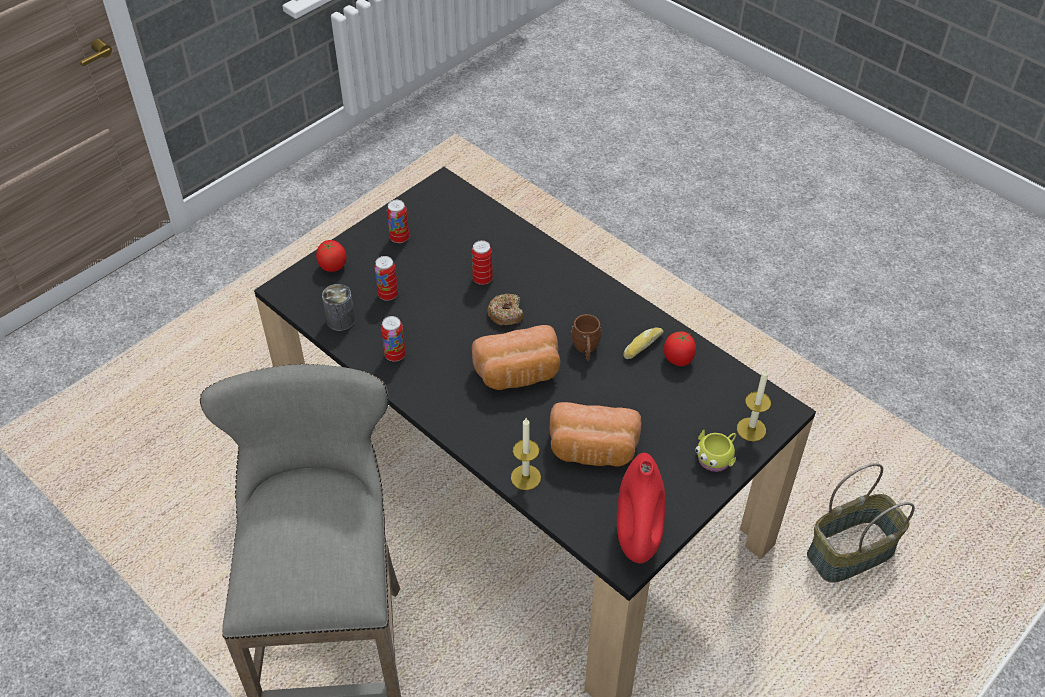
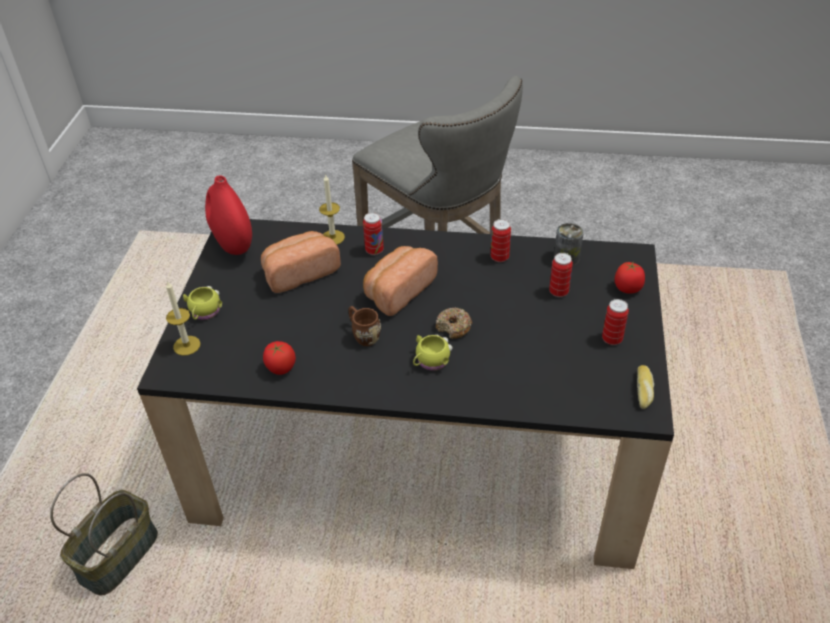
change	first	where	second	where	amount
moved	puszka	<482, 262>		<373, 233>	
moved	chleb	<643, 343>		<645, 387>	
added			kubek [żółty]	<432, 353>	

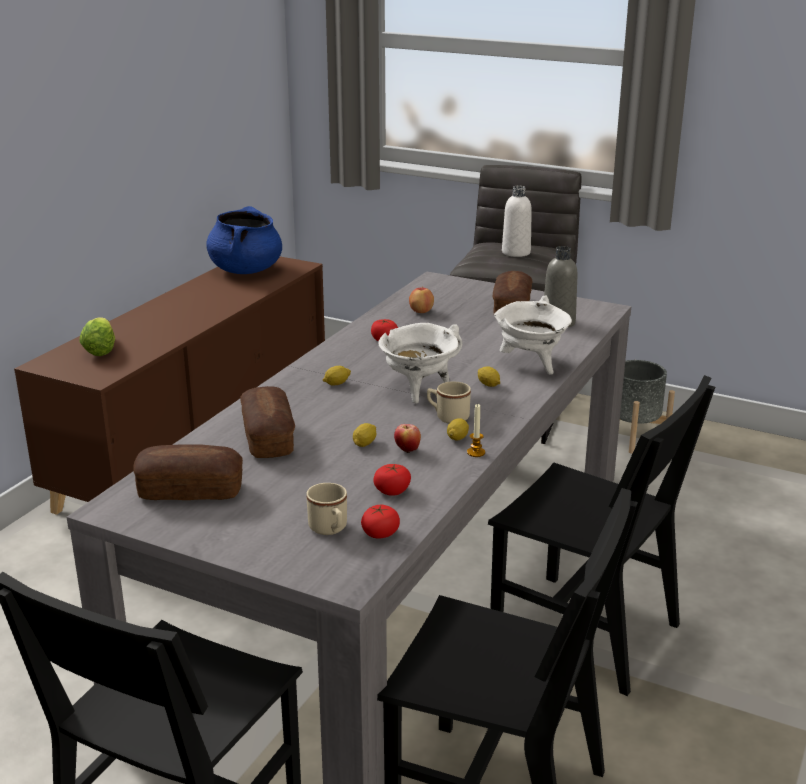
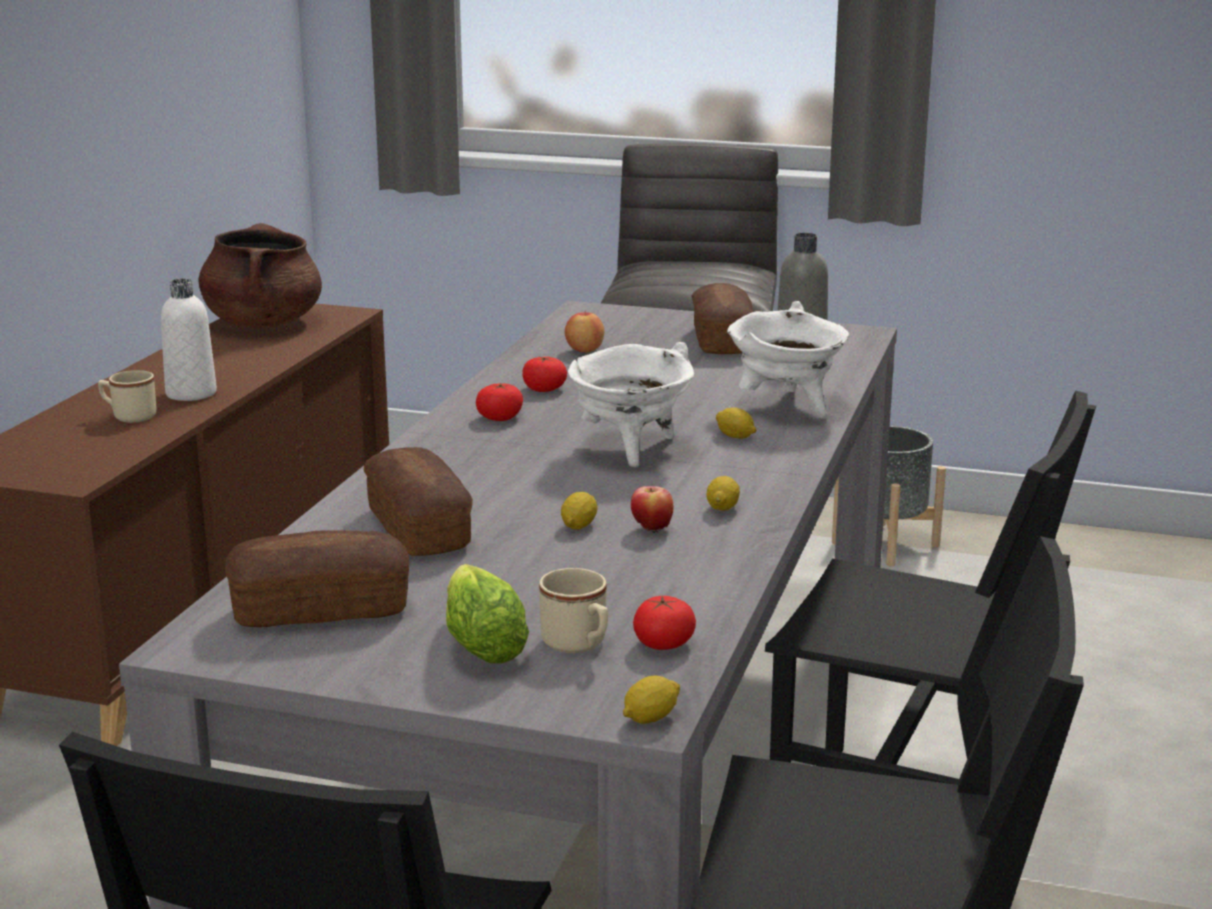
change	first	where	second	where	amount
moved	sałata	<97, 336>		<487, 614>	
recoloured	garnek [niebieski]	<244, 240>	garnek [brązowy]	<260, 275>	
moved	cytryna	<337, 376>		<651, 699>	
moved	pomidor	<392, 480>		<499, 402>	
moved	kubek [beżowy]	<449, 403>		<127, 396>	
removed	świeca	<476, 430>			
moved	butelka [biały]	<517, 221>		<189, 339>	

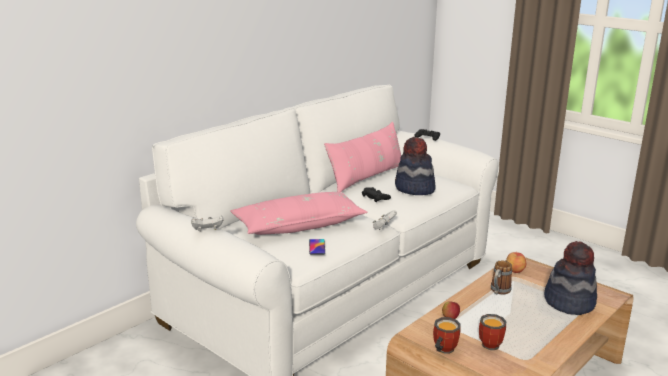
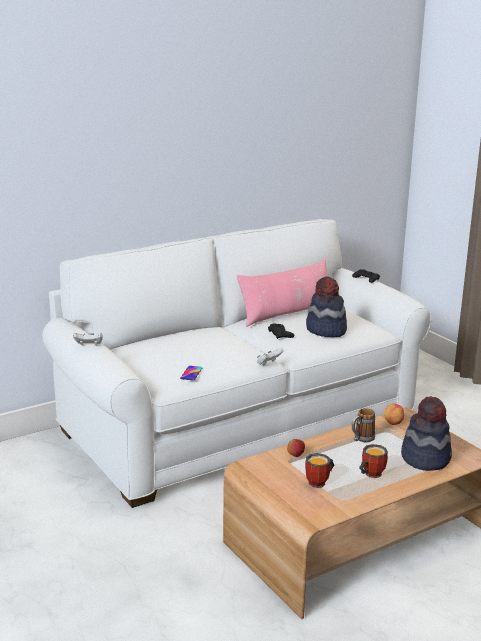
change	first	where	second	where	amount
removed	poduszka [różowy]	<298, 213>			
moved	kubek	<447, 335>		<373, 461>	

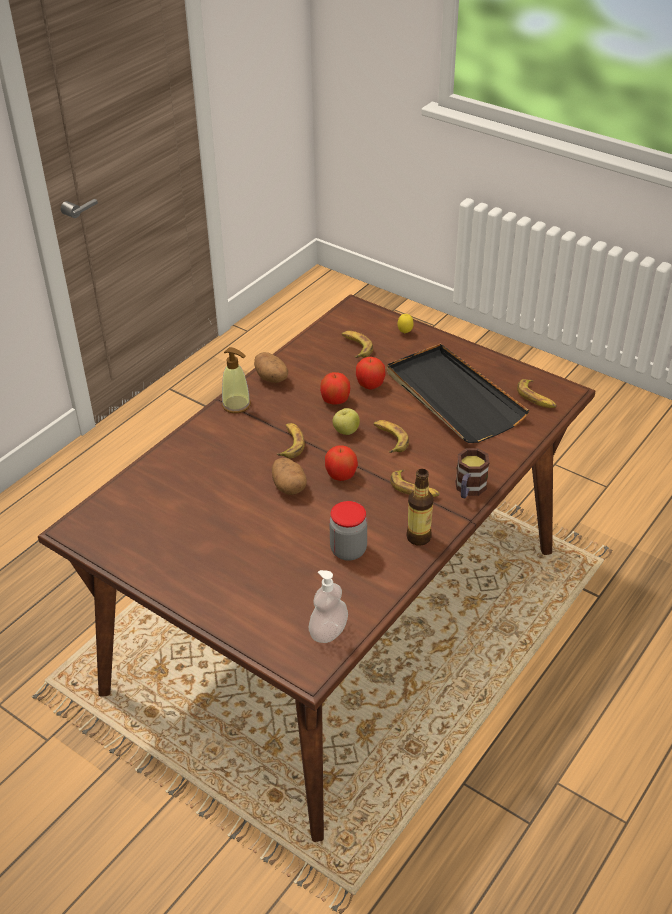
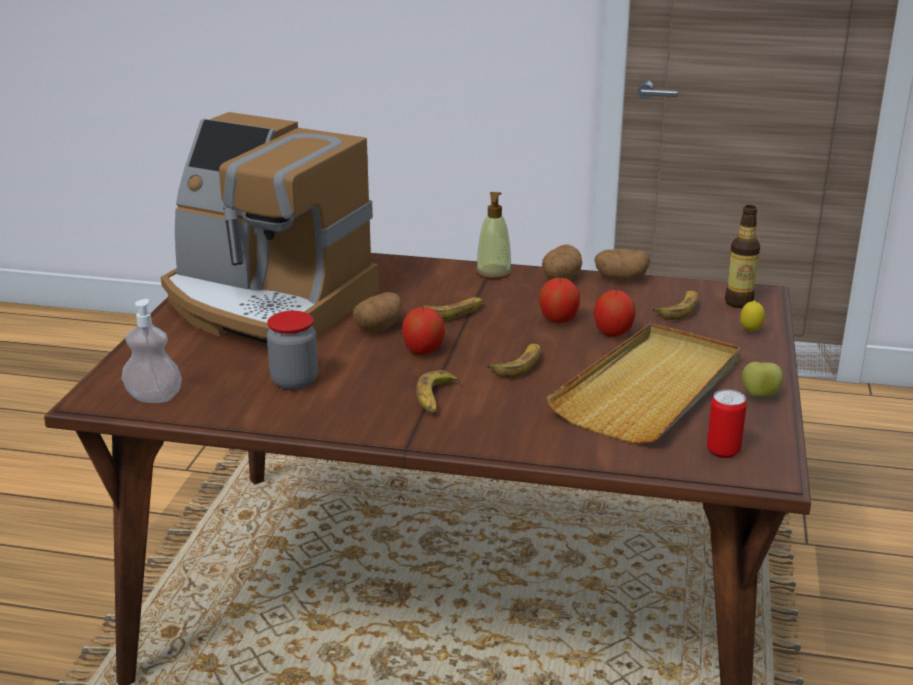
change	first	where	second	where	amount
moved	jabłko	<346, 421>		<762, 379>	
recoloured	taca [czarny]	<458, 393>	taca [beżowy]	<643, 383>	
moved	butelka	<419, 507>		<742, 256>	
removed	kubek	<472, 473>			
replaced	banan	<537, 393>	puszka	<727, 423>	
added			ekspres do kawy	<270, 227>	
added			ziemniak	<622, 265>	

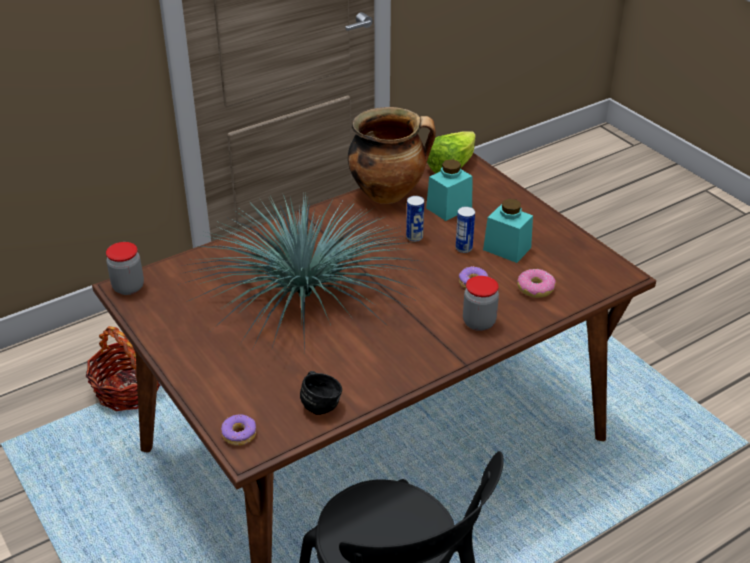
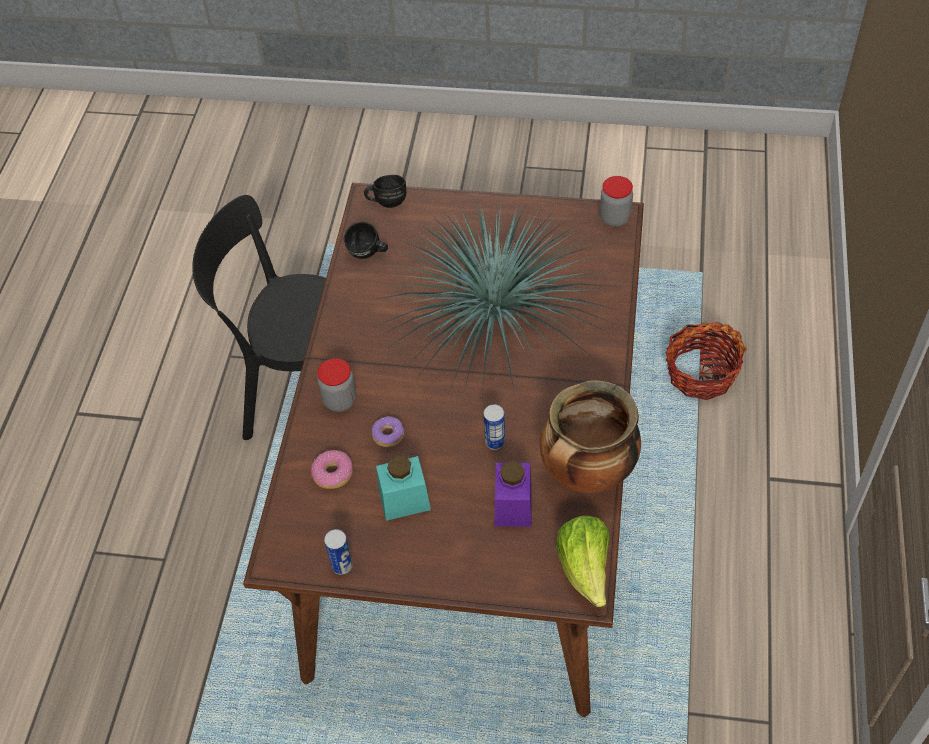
change	first	where	second	where	amount
replaced	donut	<238, 430>	kubek [czarny]	<385, 191>	
recoloured	słoik [turkusowy]	<449, 190>	słoik [fioletowy]	<513, 494>	
moved	puszka	<465, 229>		<338, 552>	

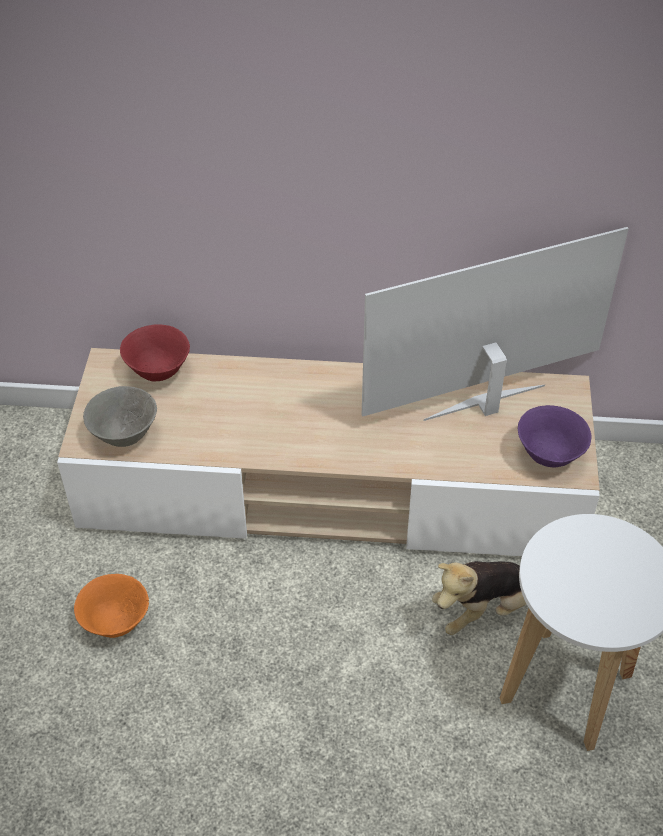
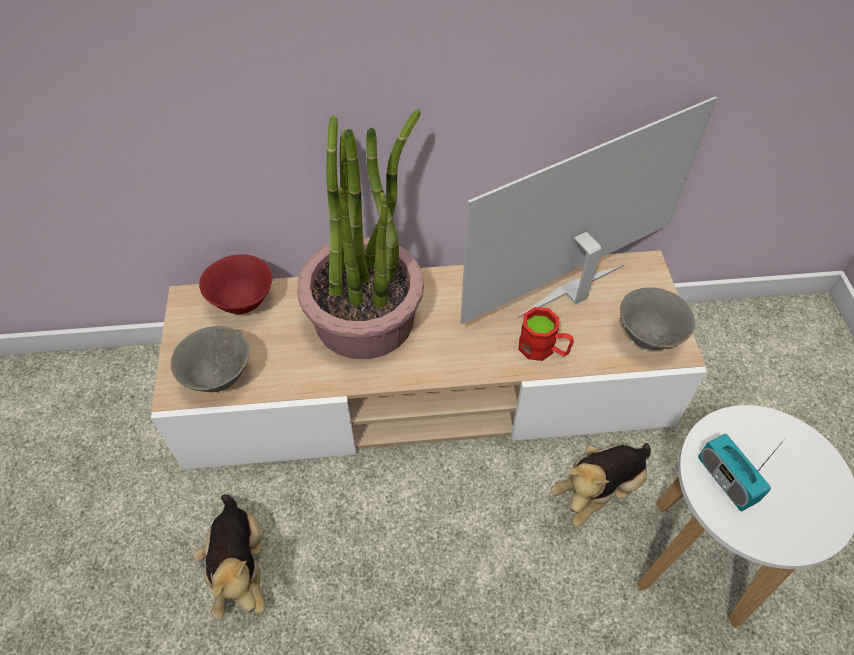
change	first	where	second	where	amount
replaced	miska [pomarańczowy]	<111, 606>	pluszak	<230, 557>	
recoloured	miska [fioletowy]	<555, 436>	miska [szary]	<657, 319>	
added			roślina doniczkowa	<360, 234>	
added			kubek [czerwony]	<546, 334>	
added			radio	<741, 472>	

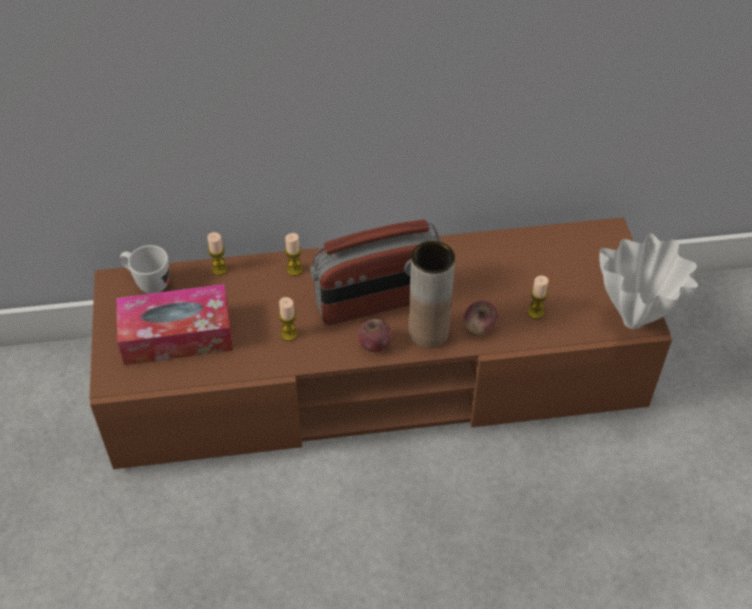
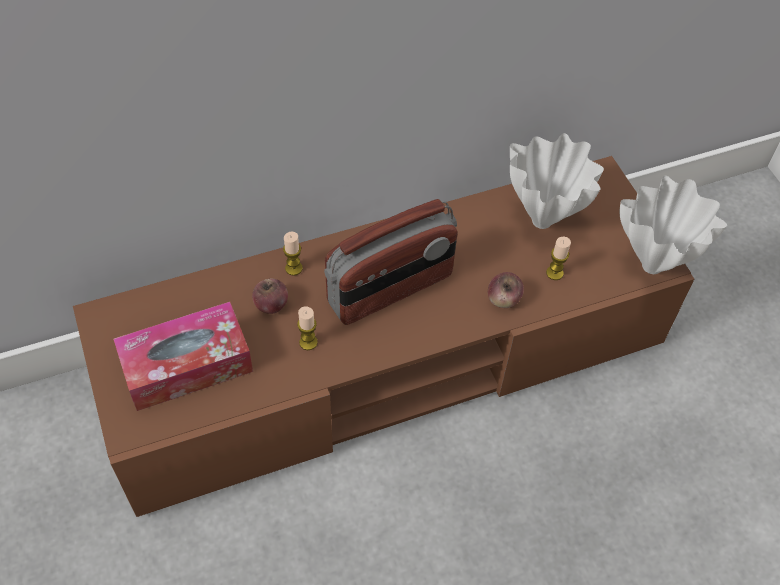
change	first	where	second	where	amount
removed	kubek [biały]	<144, 269>			
removed	świeca	<217, 253>			
moved	jabłko	<375, 335>		<270, 296>	
removed	wazon [brązowy]	<431, 294>			
added			wazon [biały]	<557, 181>	

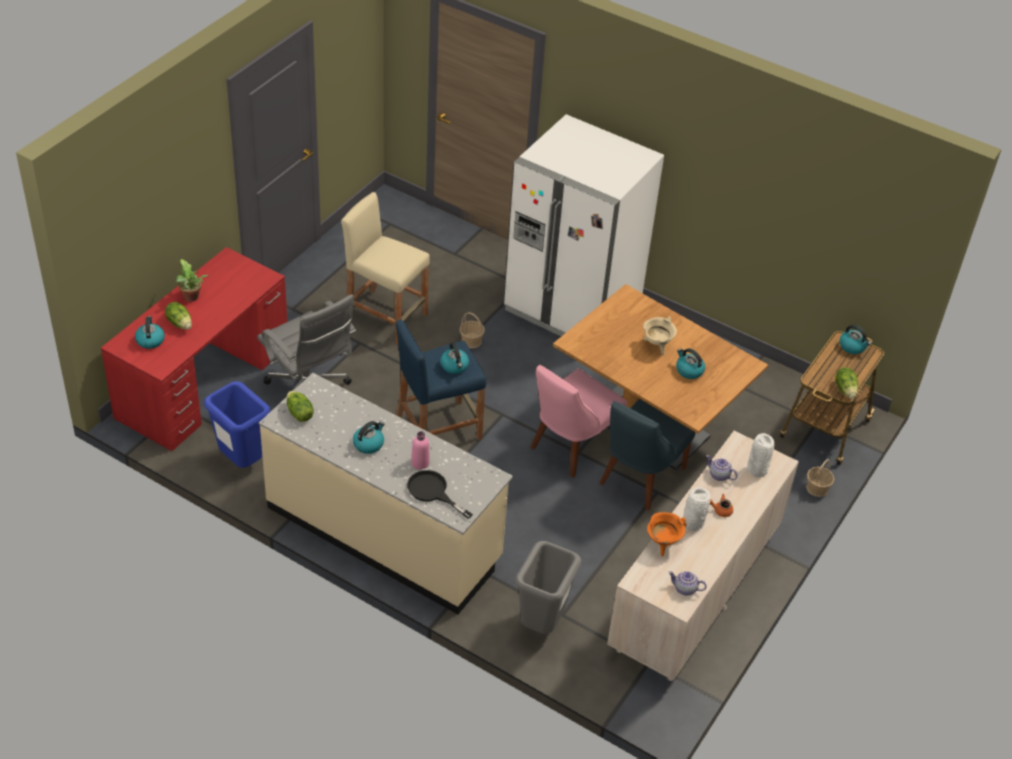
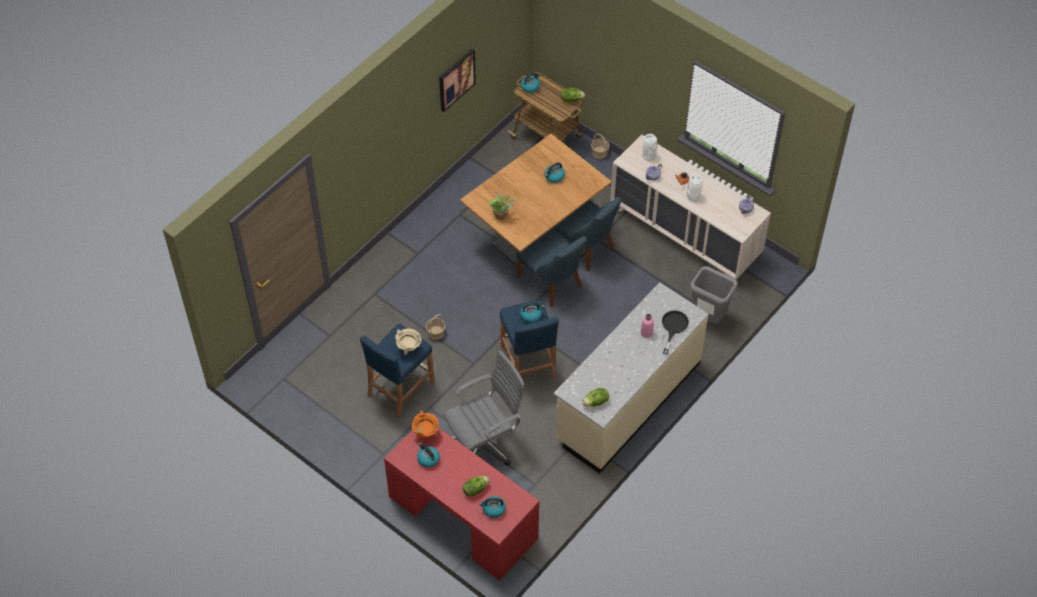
change	first	where	second	where	amount
moved	roślina doniczkowa	<192, 280>		<502, 207>	
removed	kosz na śmieci [niebieski]	<237, 424>			
recoloured	stołek [beżowy]	<385, 268>	stołek [niebieski]	<397, 371>	
moved	czajnik	<368, 437>		<428, 455>	
turned	patelnia [czarny]	<440, 494>		<675, 332>	150 degrees clockwise
removed	lodówka [biały]	<583, 225>			
recoloured	krzesło [różowy]	<578, 421>	krzesło [niebieski]	<552, 267>	
moved	garnek [beżowy]	<660, 336>		<408, 342>	
moved	garnek [pomarańczowy]	<667, 534>		<425, 424>	
added			obraz	<457, 80>	

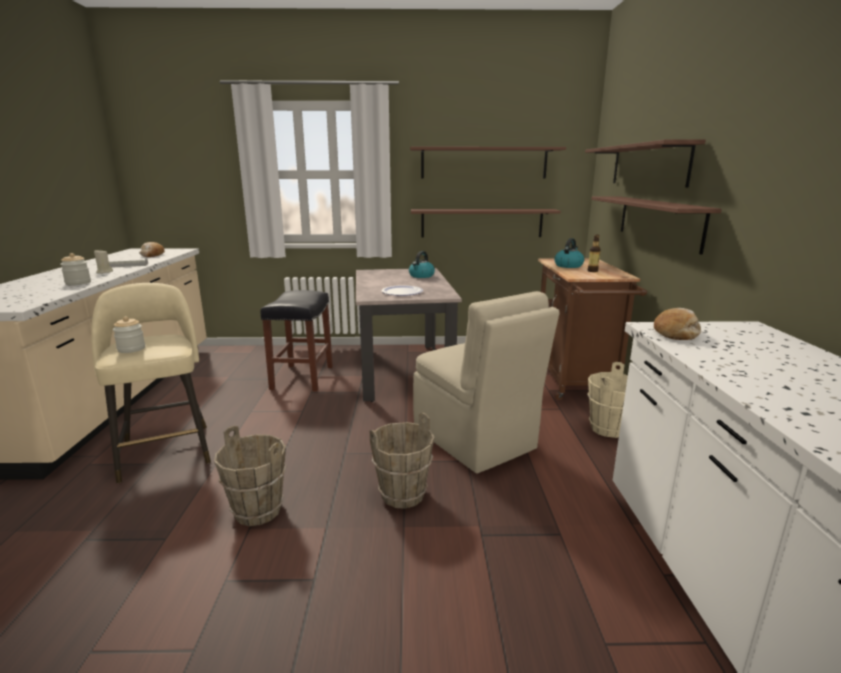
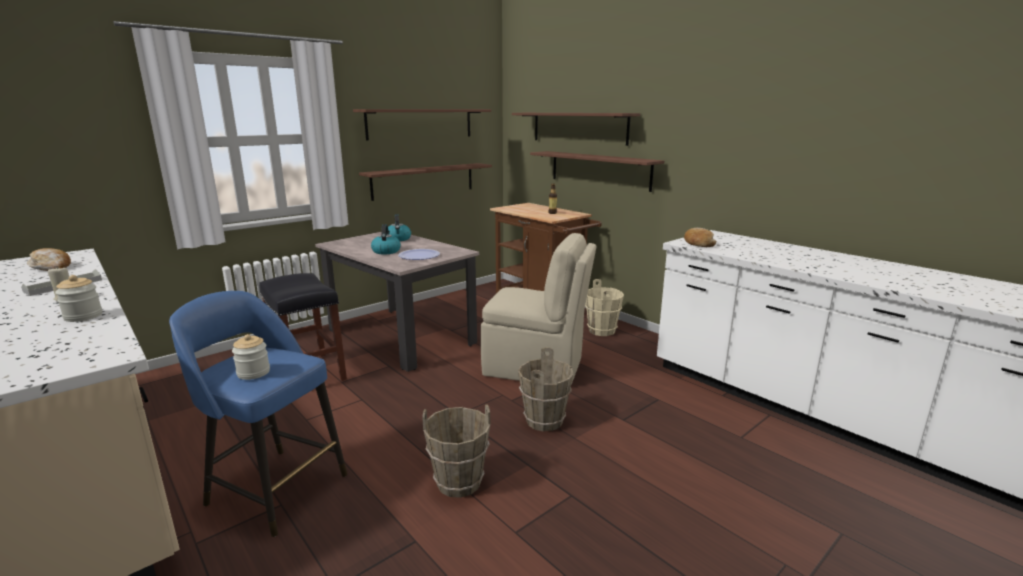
change	first	where	second	where	amount
recoloured	stołek [beżowy]	<151, 383>	stołek [niebieski]	<258, 414>	
moved	czajnik	<569, 253>		<386, 239>	

